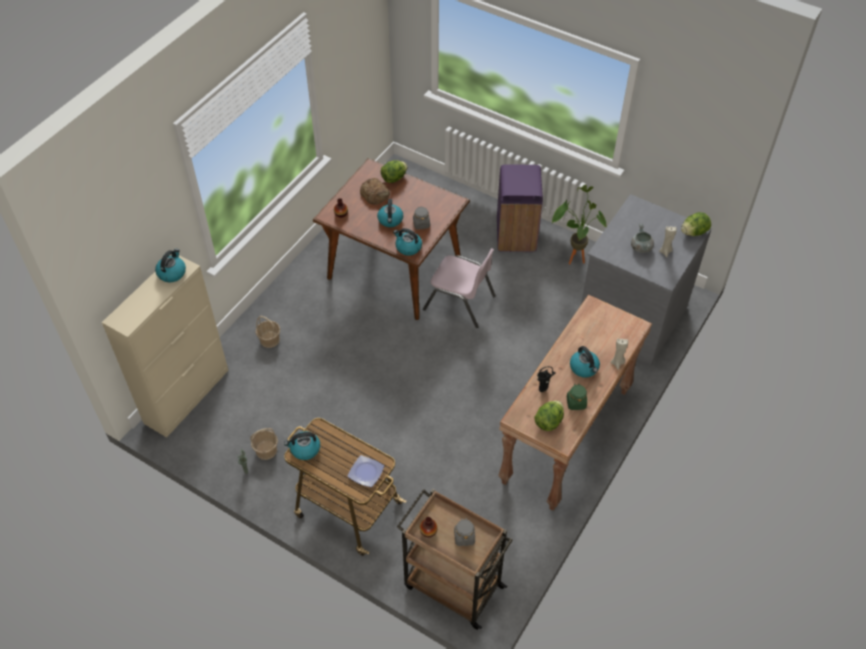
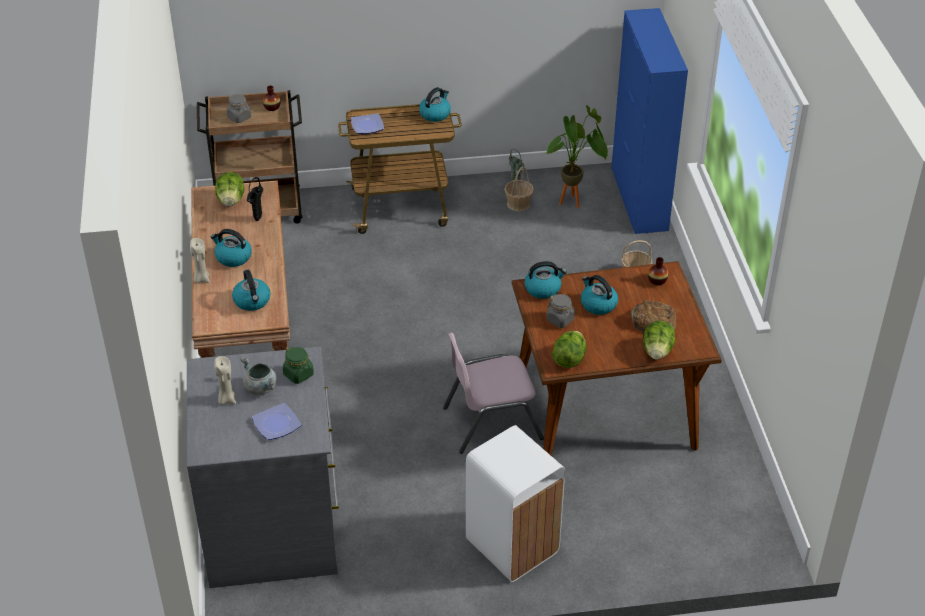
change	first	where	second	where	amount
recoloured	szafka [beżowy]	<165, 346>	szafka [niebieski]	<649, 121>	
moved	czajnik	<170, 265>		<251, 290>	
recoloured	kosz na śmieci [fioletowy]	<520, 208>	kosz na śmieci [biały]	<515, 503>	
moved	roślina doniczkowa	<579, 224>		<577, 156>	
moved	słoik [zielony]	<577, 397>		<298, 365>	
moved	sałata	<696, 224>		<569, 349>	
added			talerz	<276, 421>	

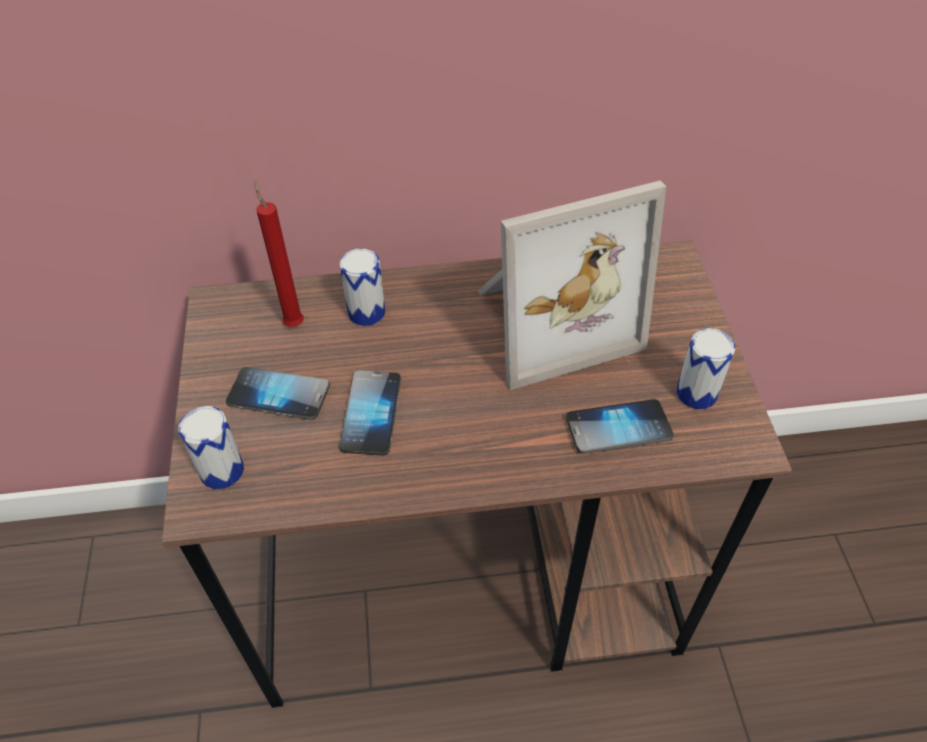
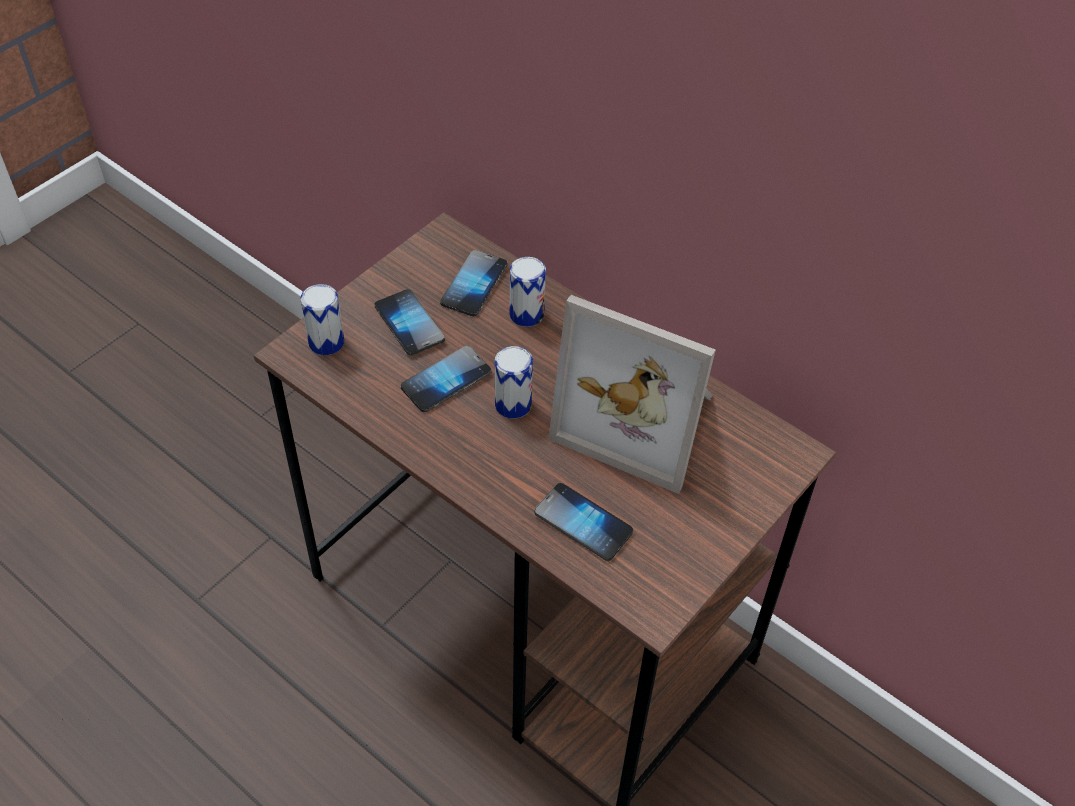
change	first	where	second	where	amount
replaced	świeca [czerwony]	<279, 254>	telefon	<474, 283>	
moved	puszka	<706, 368>		<514, 382>	

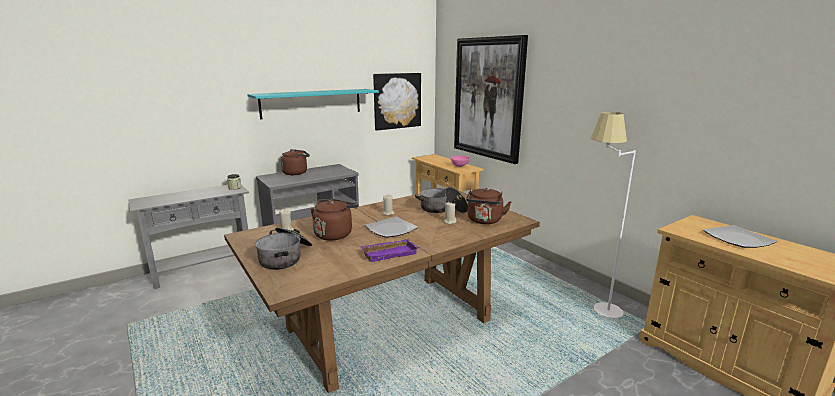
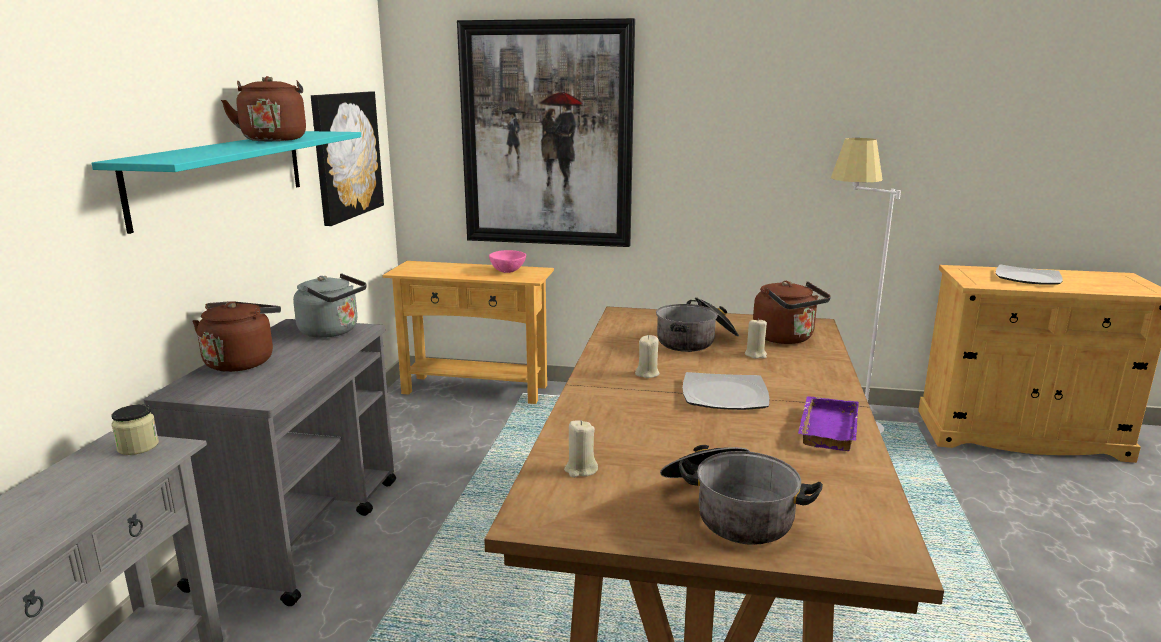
change	first	where	second	where	amount
moved	czajnik [brązowy]	<334, 219>		<263, 108>	
added			czajnik [szary]	<330, 305>	

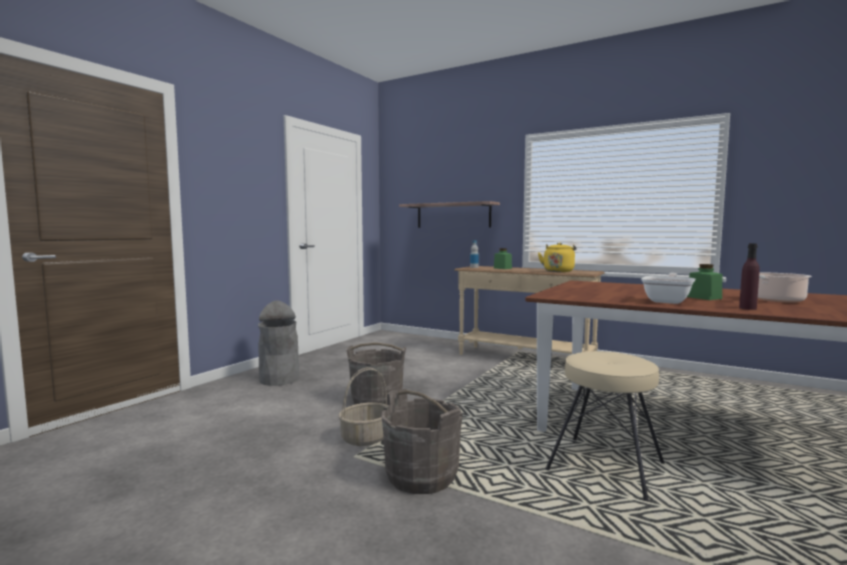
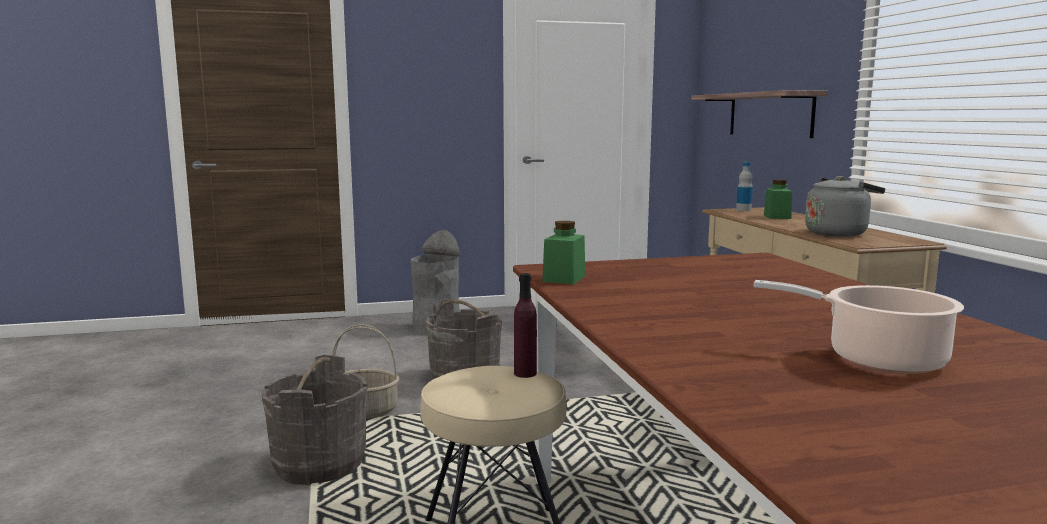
change	first	where	second	where	amount
recoloured	czajnik [żółty]	<557, 257>	czajnik [szary]	<845, 206>	
removed	patelnia	<668, 288>			
moved	słoik [zielony]	<704, 282>		<563, 253>	
moved	butelka [fioletowy]	<749, 276>		<525, 325>	

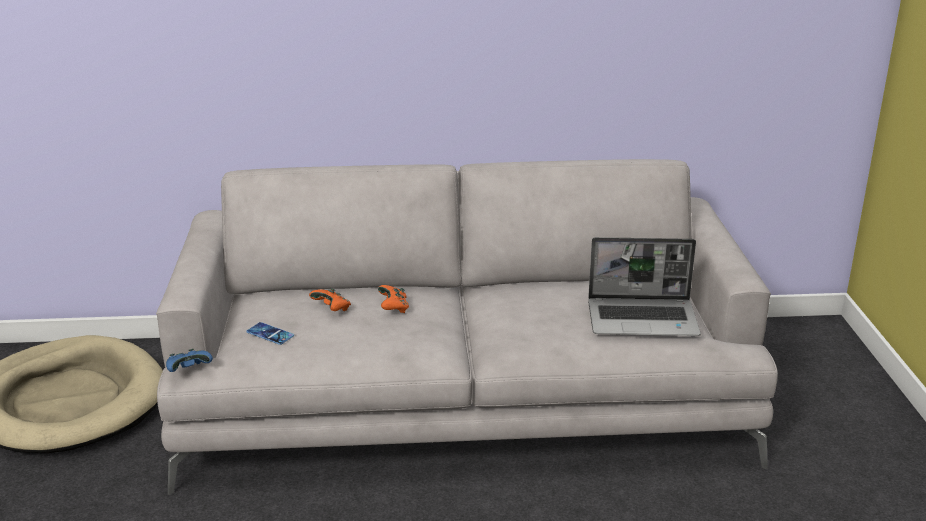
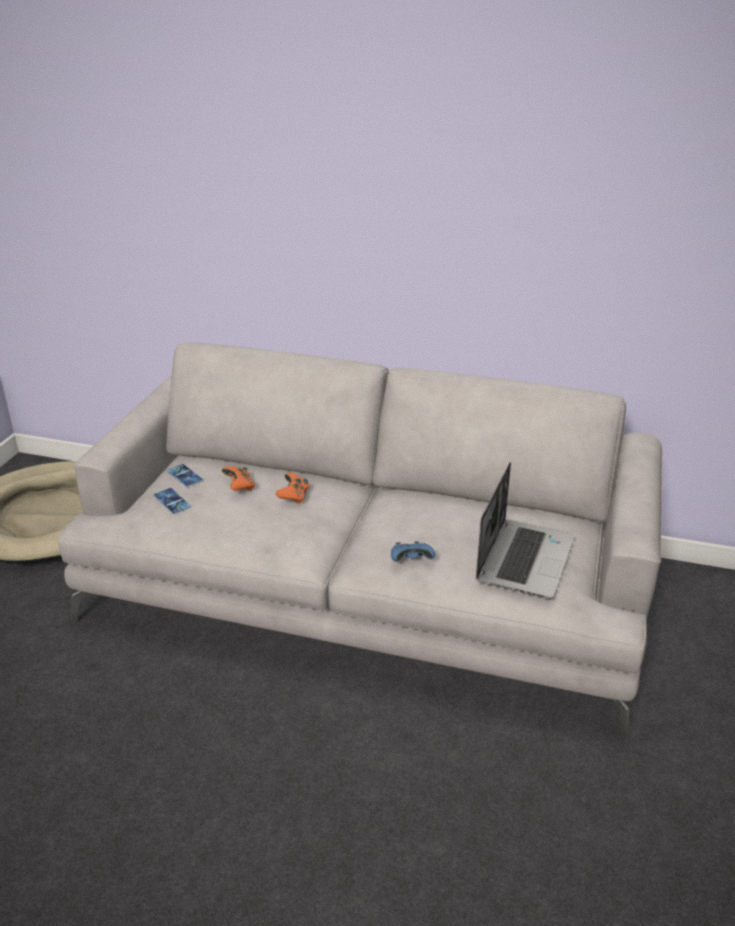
change	first	where	second	where	amount
moved	pad do gier [niebieski]	<189, 360>		<413, 551>	
turned	laptop	<644, 286>		<525, 530>	90 degrees counterclockwise
added			telefon	<185, 475>	

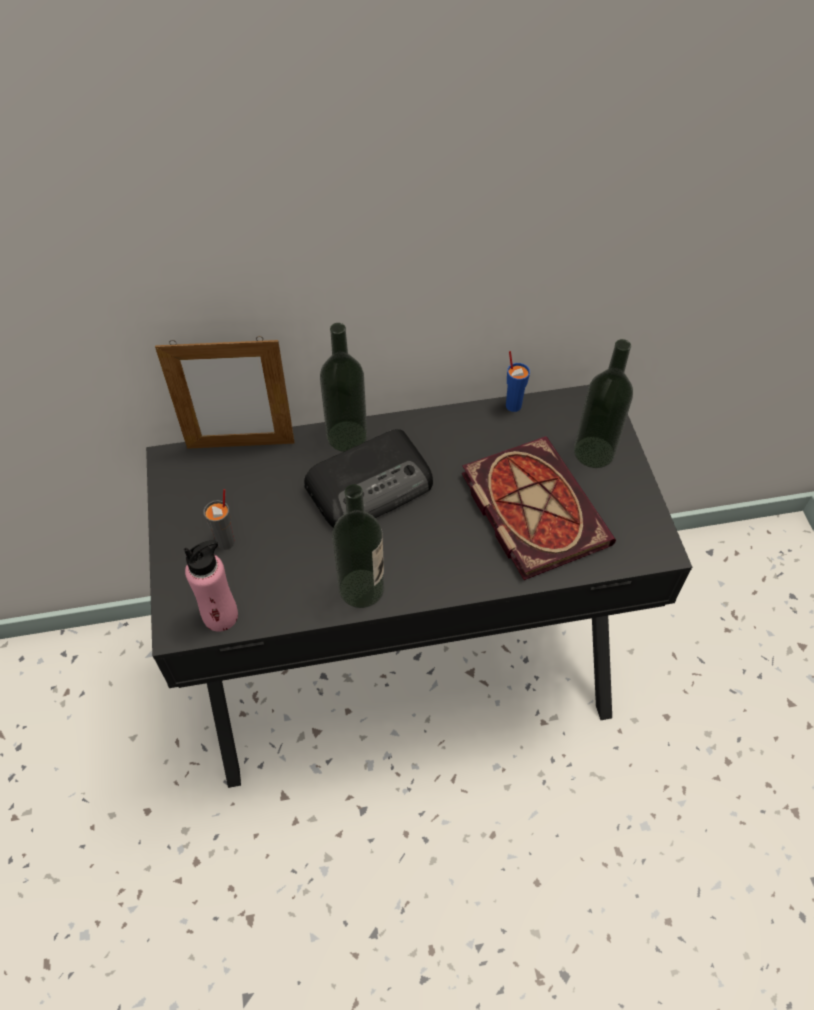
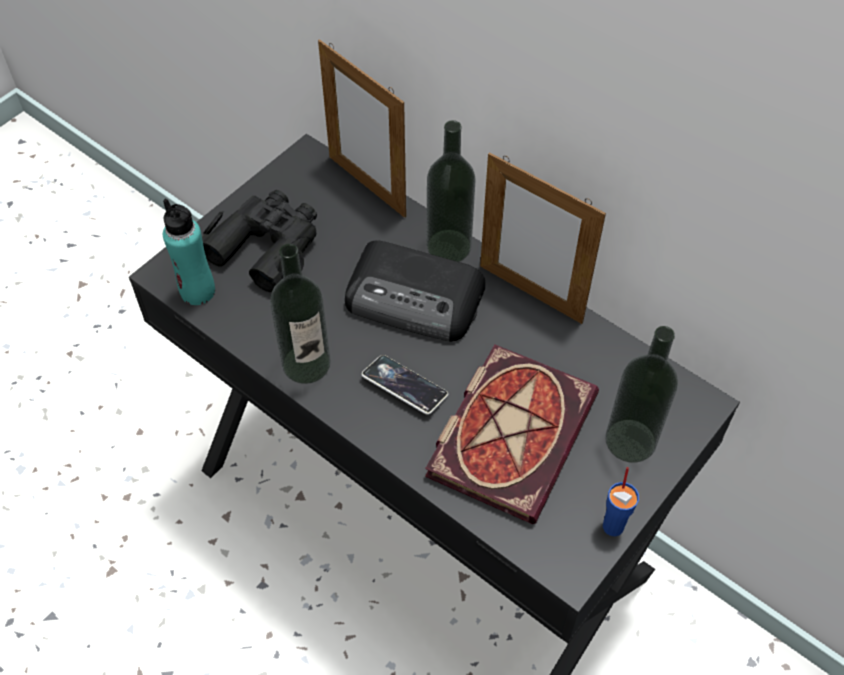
change	first	where	second	where	amount
recoloured	butelka [różowy]	<211, 586>	butelka [turkusowy]	<189, 251>	
replaced	filiżanka [szary]	<219, 519>	lornetka [czarny]	<259, 241>	
moved	filiżanka [niebieski]	<518, 381>		<621, 501>	
added			telefon	<404, 385>	
added			ramka na zdjęcie	<543, 238>	

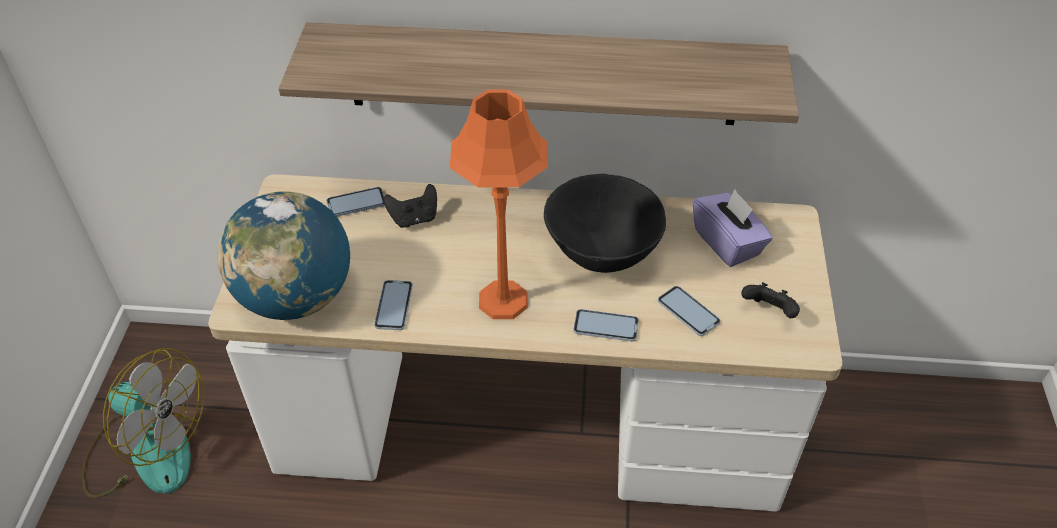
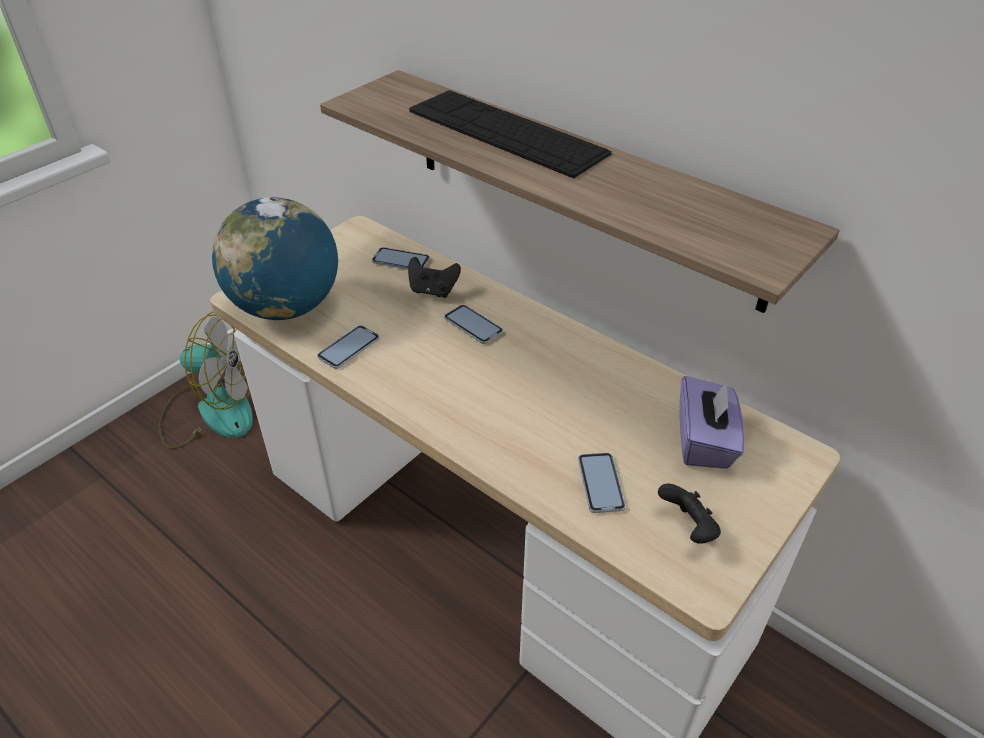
change	first	where	second	where	amount
turned	wentylator	<143, 423>		<205, 380>	45 degrees counterclockwise
removed	lampa stołowa [pomarańczowy]	<499, 204>			
removed	miska [czarny]	<605, 223>			
moved	telefon	<606, 325>		<473, 324>	
added			klawiatura	<510, 134>	

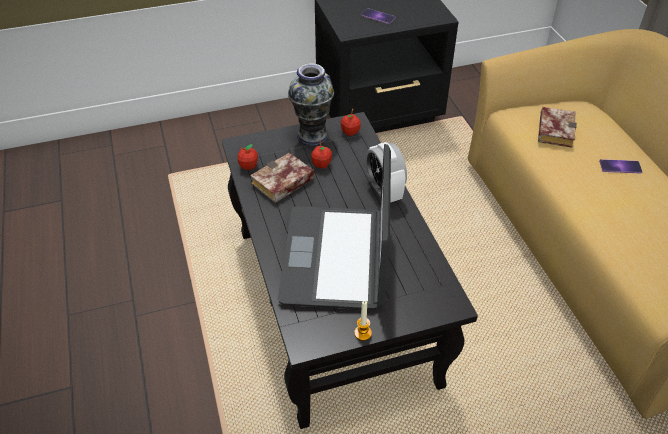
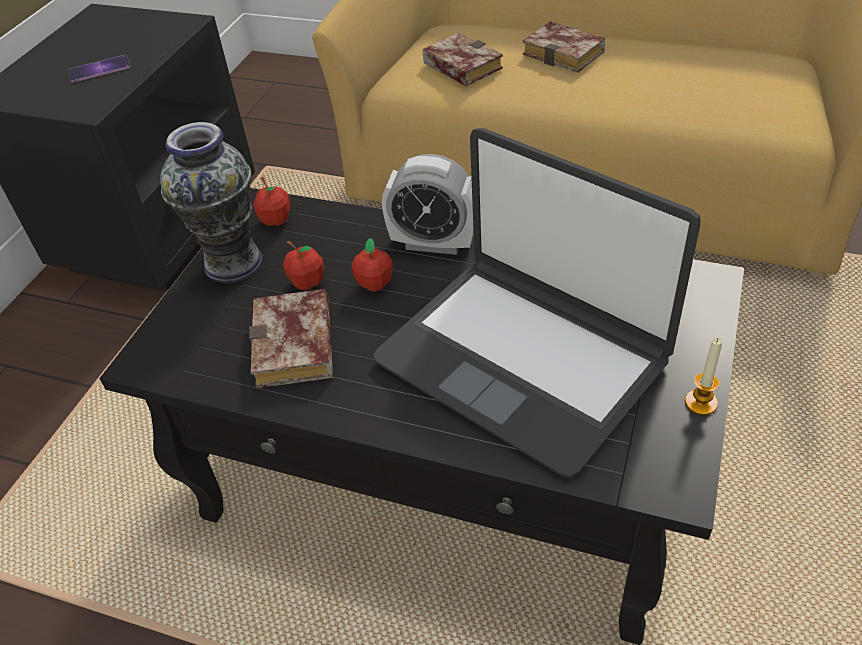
change	first	where	second	where	amount
moved	jabłko	<247, 157>		<372, 264>	
replaced	telefon	<620, 166>	książka	<564, 47>	

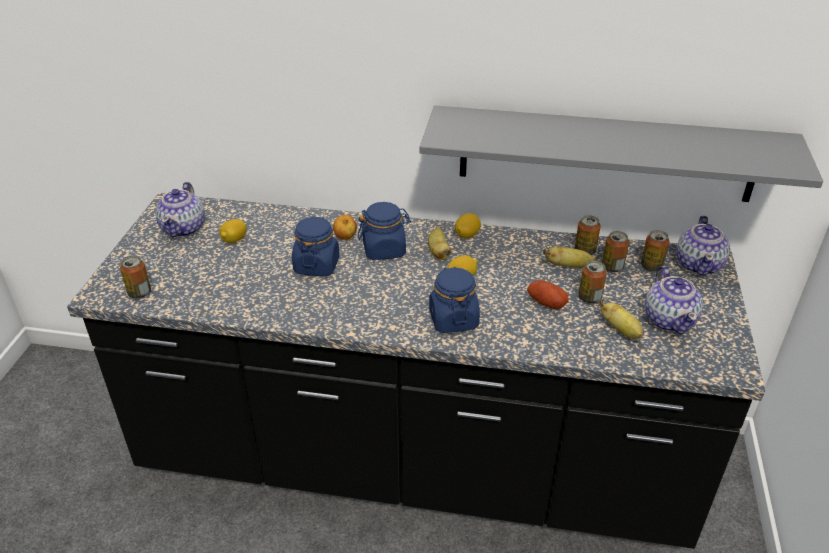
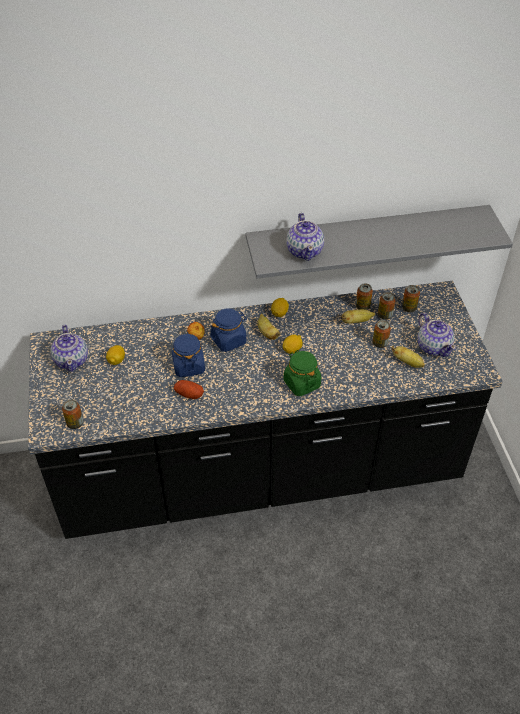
change	first	where	second	where	amount
recoloured	słoik [niebieski]	<454, 300>	słoik [zielony]	<302, 373>	
moved	ziemniak	<548, 294>		<188, 389>	
moved	imbryk	<703, 245>		<305, 237>	

